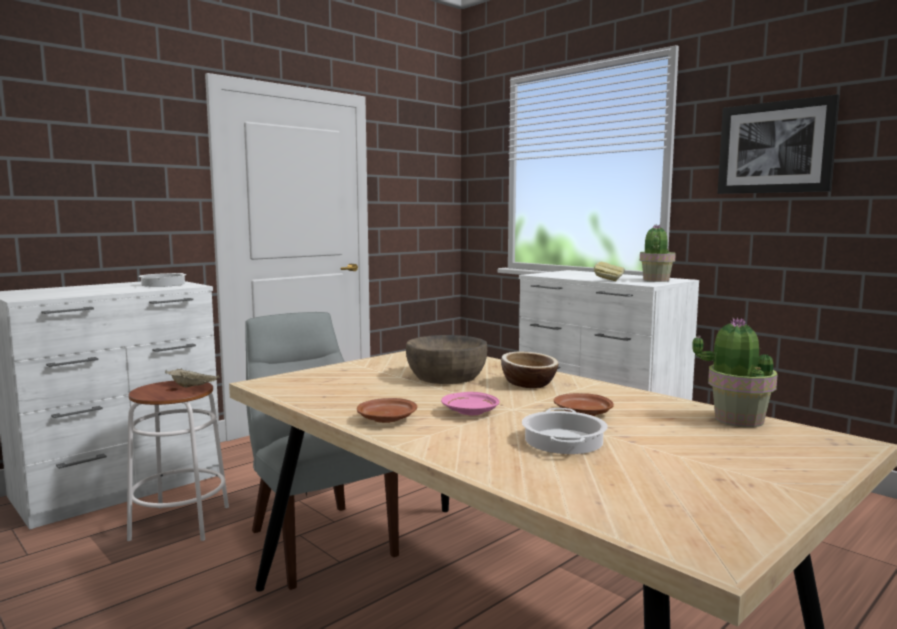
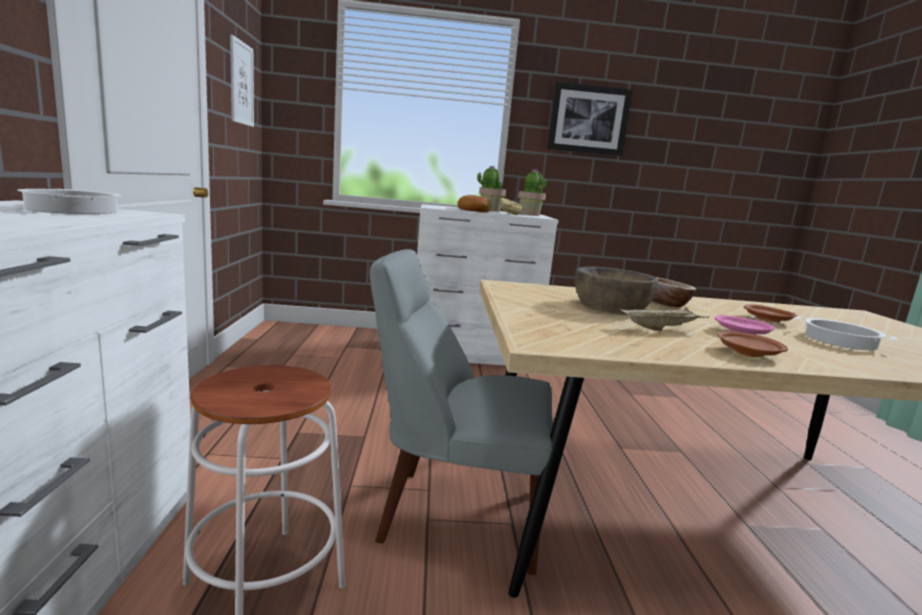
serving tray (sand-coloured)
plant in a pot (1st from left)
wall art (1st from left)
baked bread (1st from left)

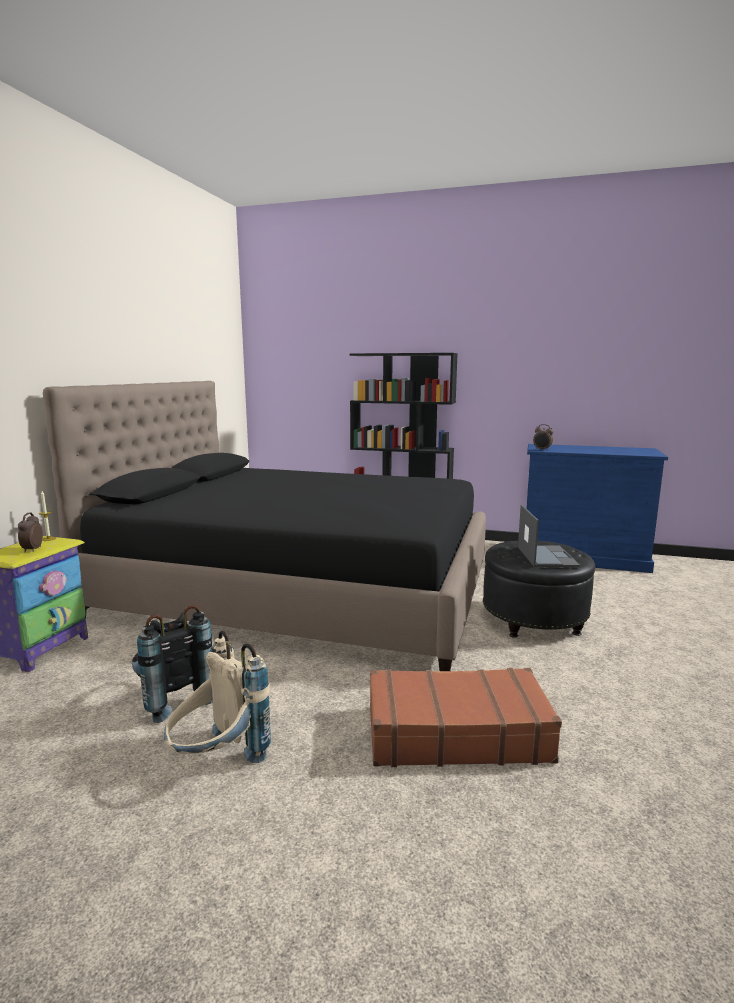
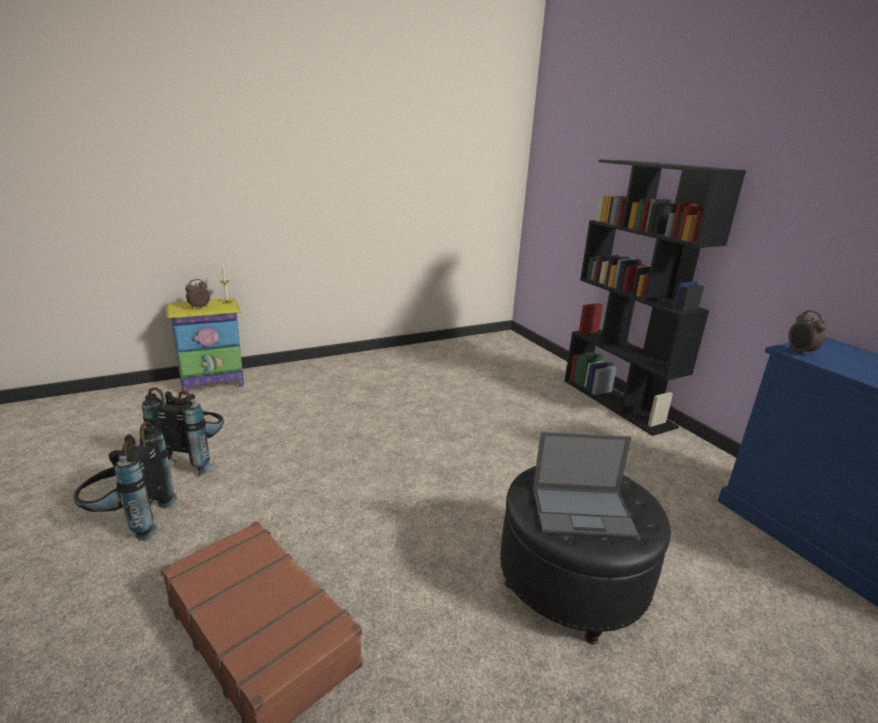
sleeping bed (blackish)
backpack (blackish) (1st from left)
notebook computer

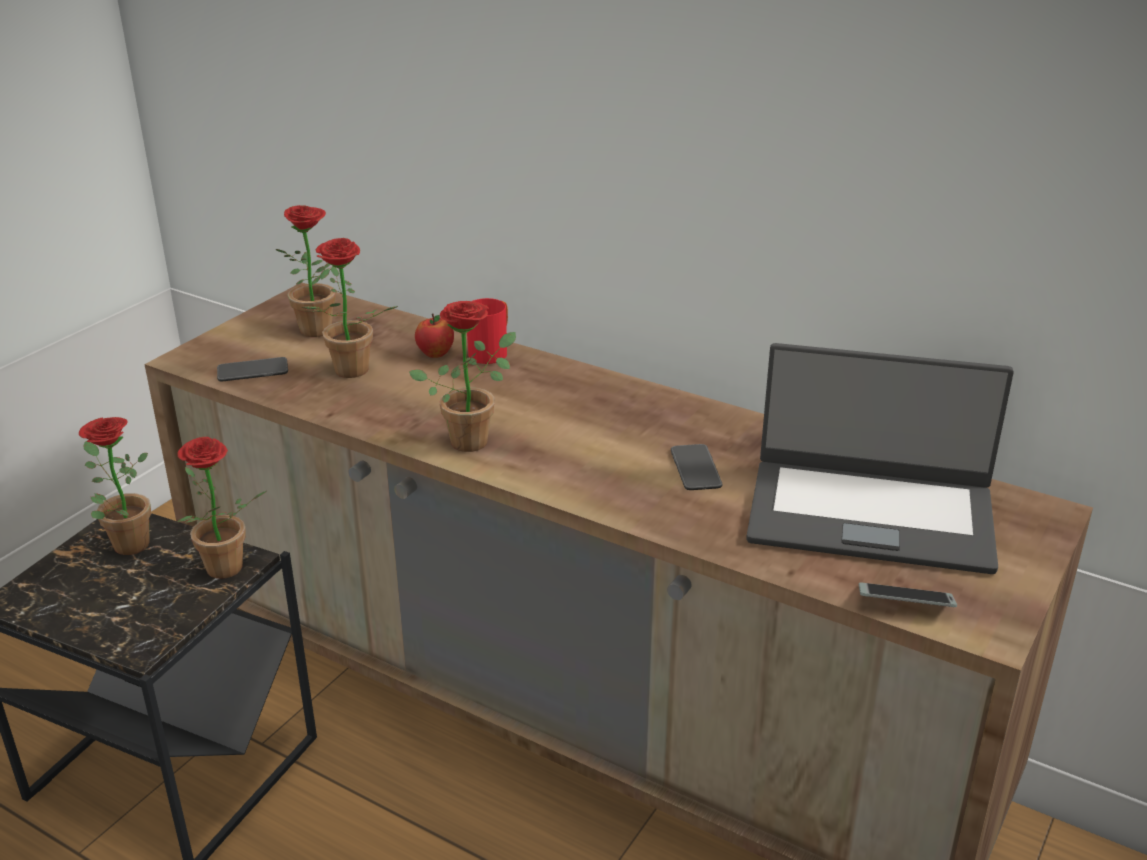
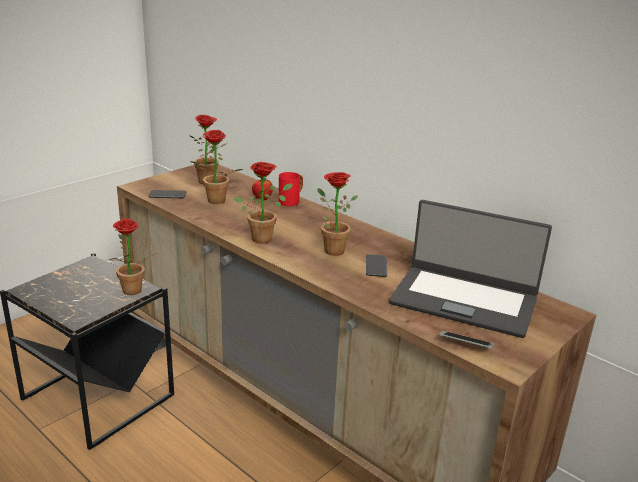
plant in a pot (5th from left)

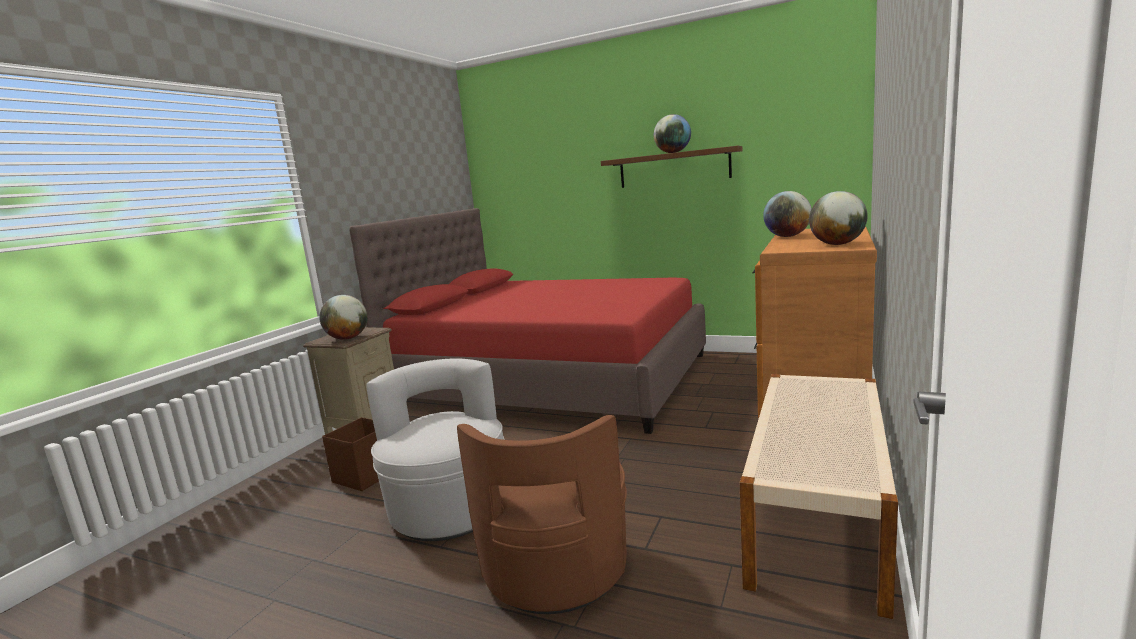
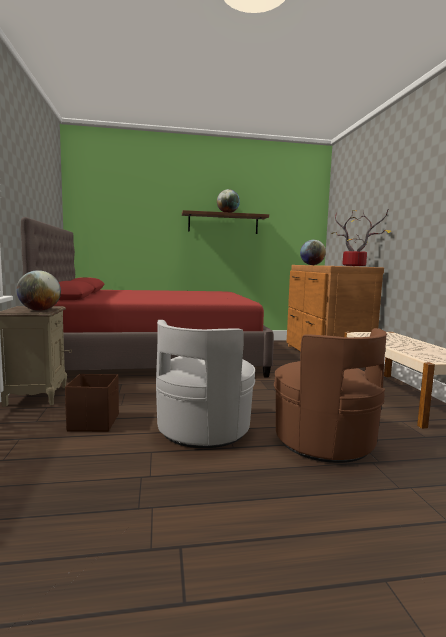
lounge chair (white)
plant in a pot

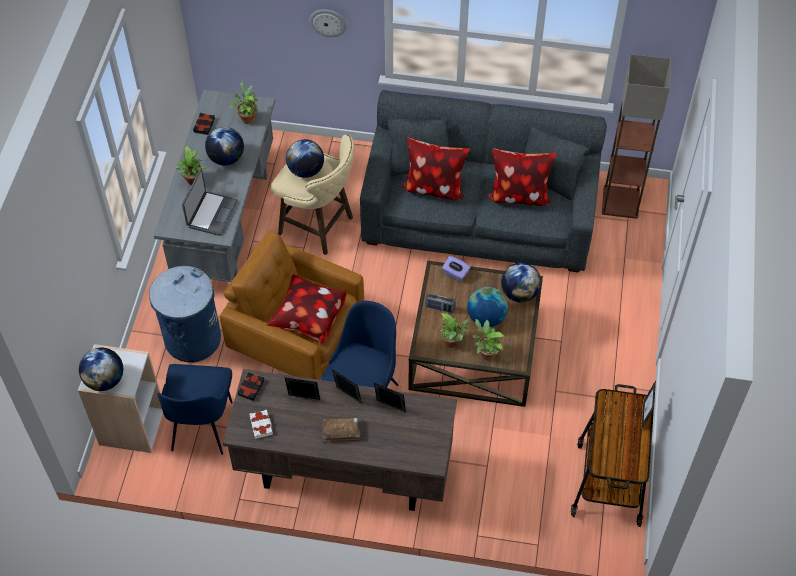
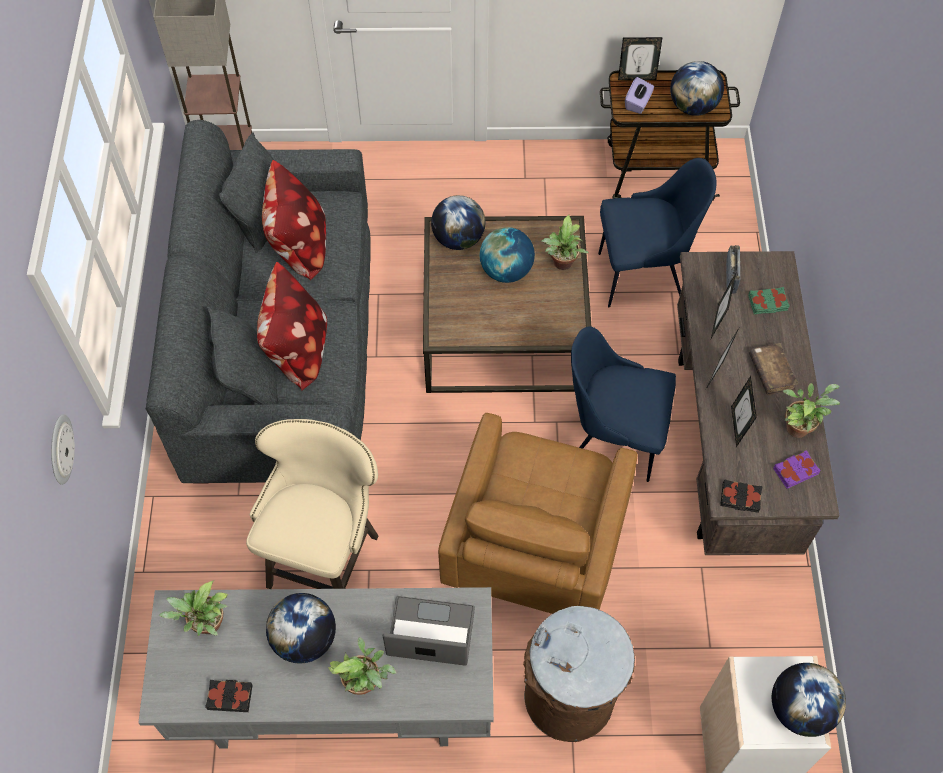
waste bin (brownish)
chair (blue) (2nd from left)
book (purple)
cushion (1st from left in the first image)
globe (4th from left)
radio receiver
plant in a pot (4th from left)
tissue box (purple)
book (green-coloured)

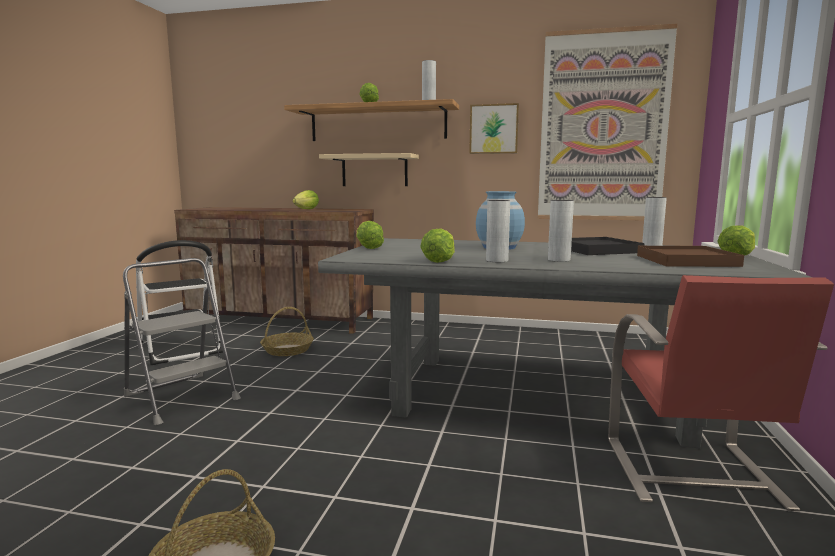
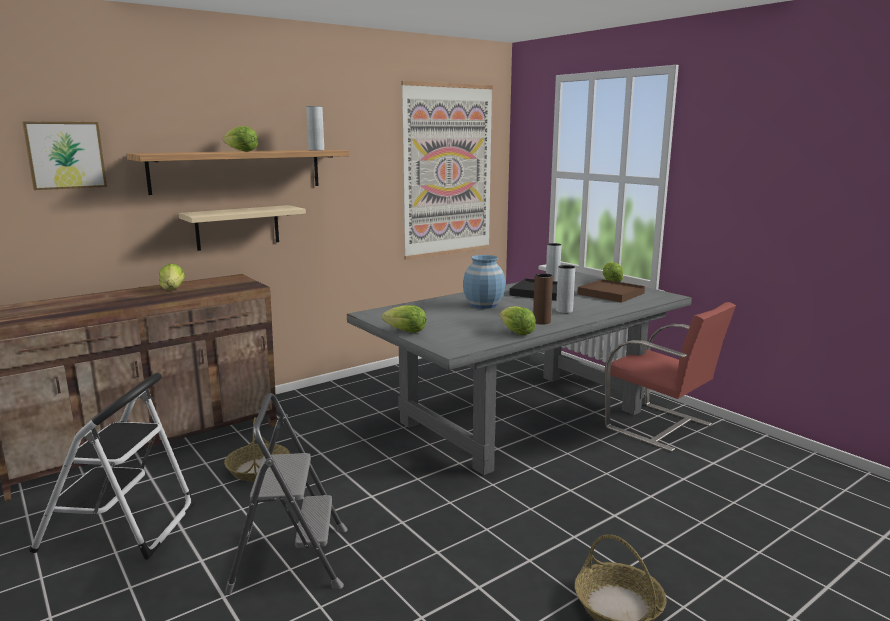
wall art (1st from left)
flower vase (brownish)

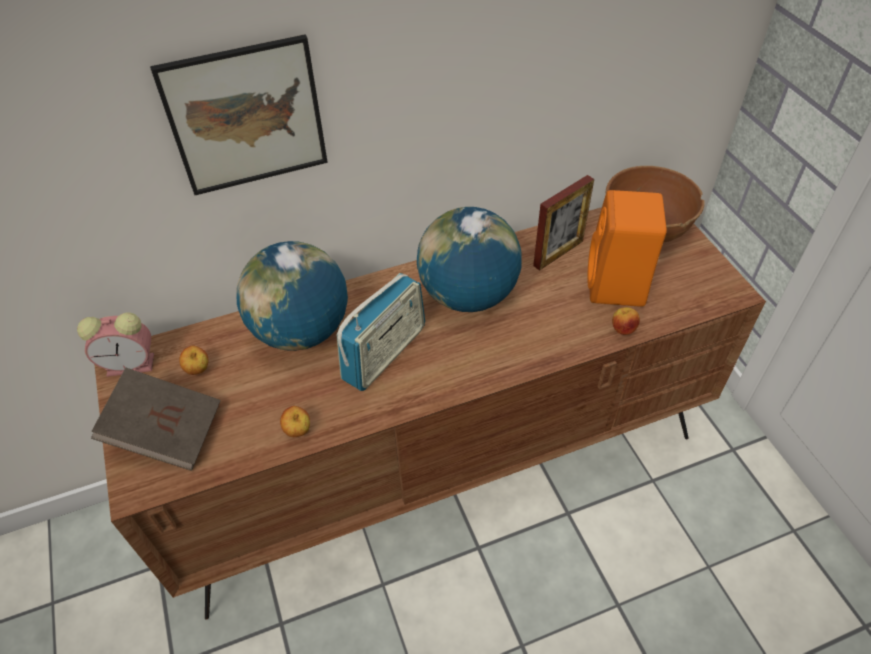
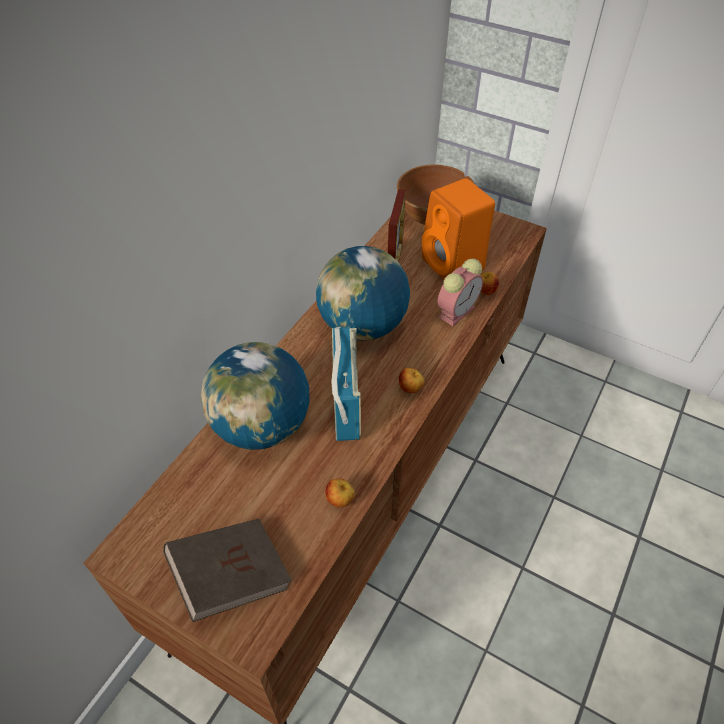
bedside clock
wall art
apple (2nd from left)

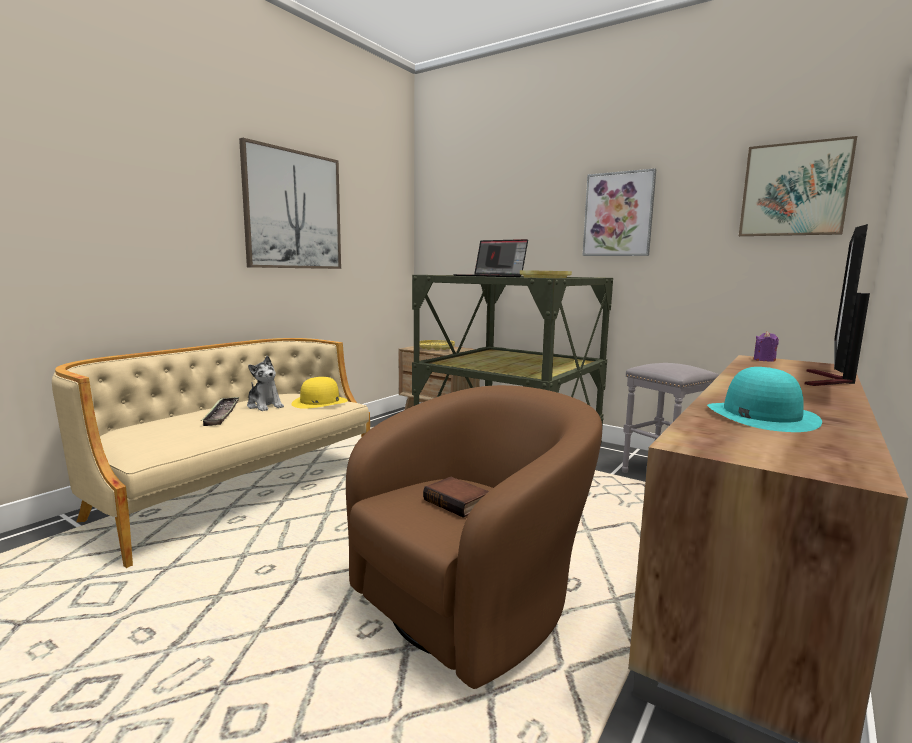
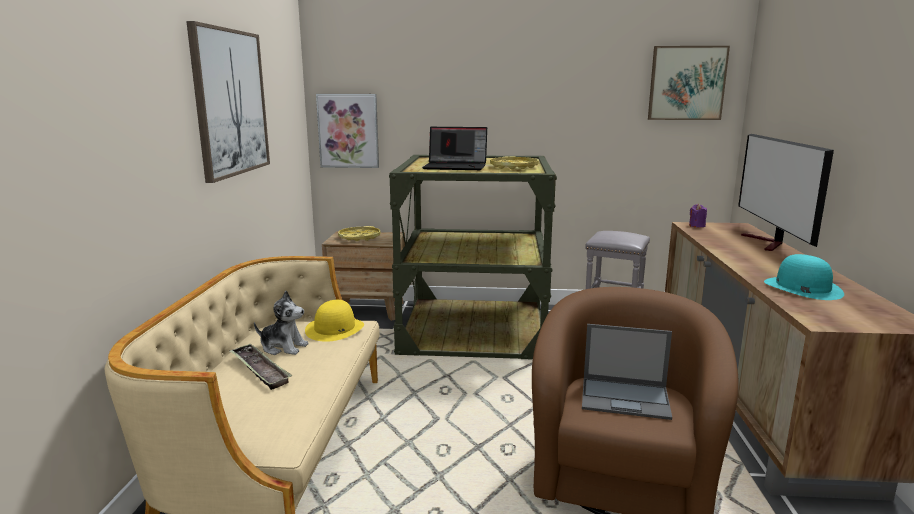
notebook computer (2nd from left)
wall art (2nd from left)

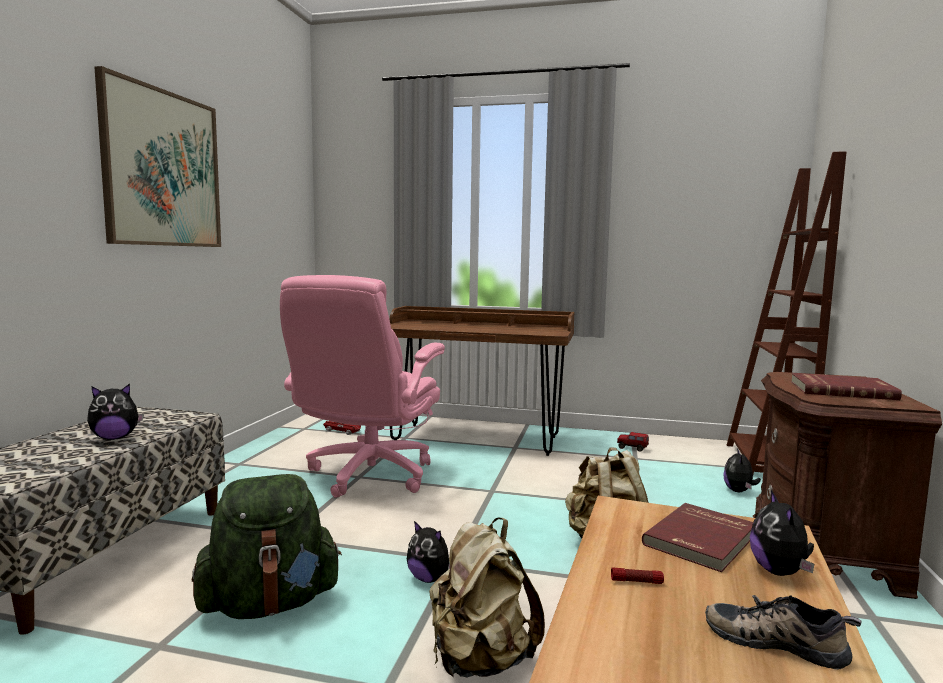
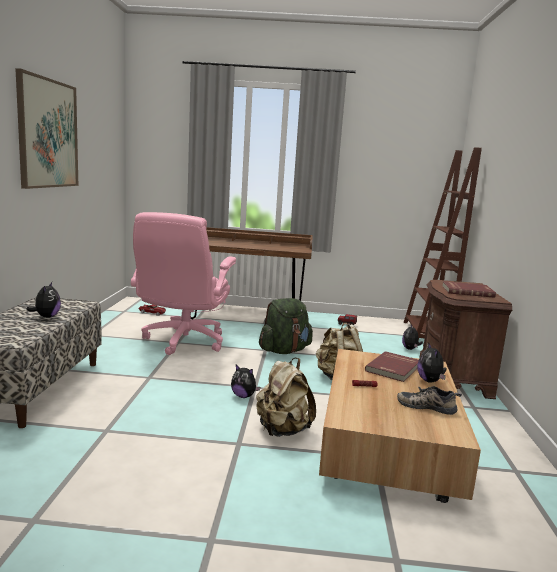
plush toy (1st from left)
backpack (green-coloured)

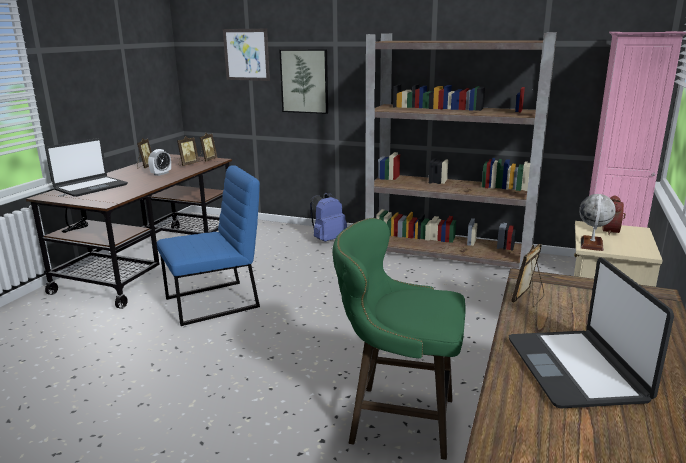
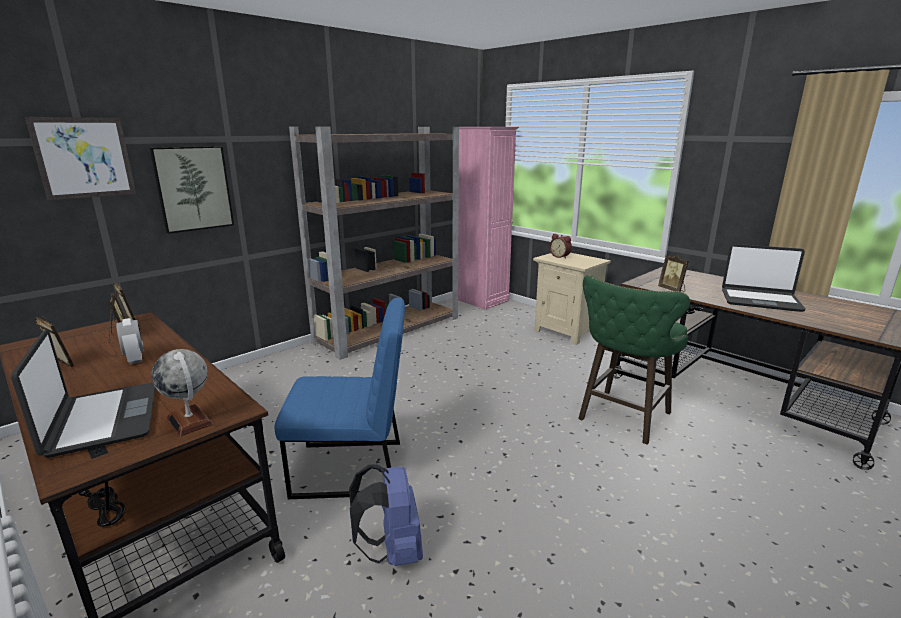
chair (blue)
backpack (blue)
globe

